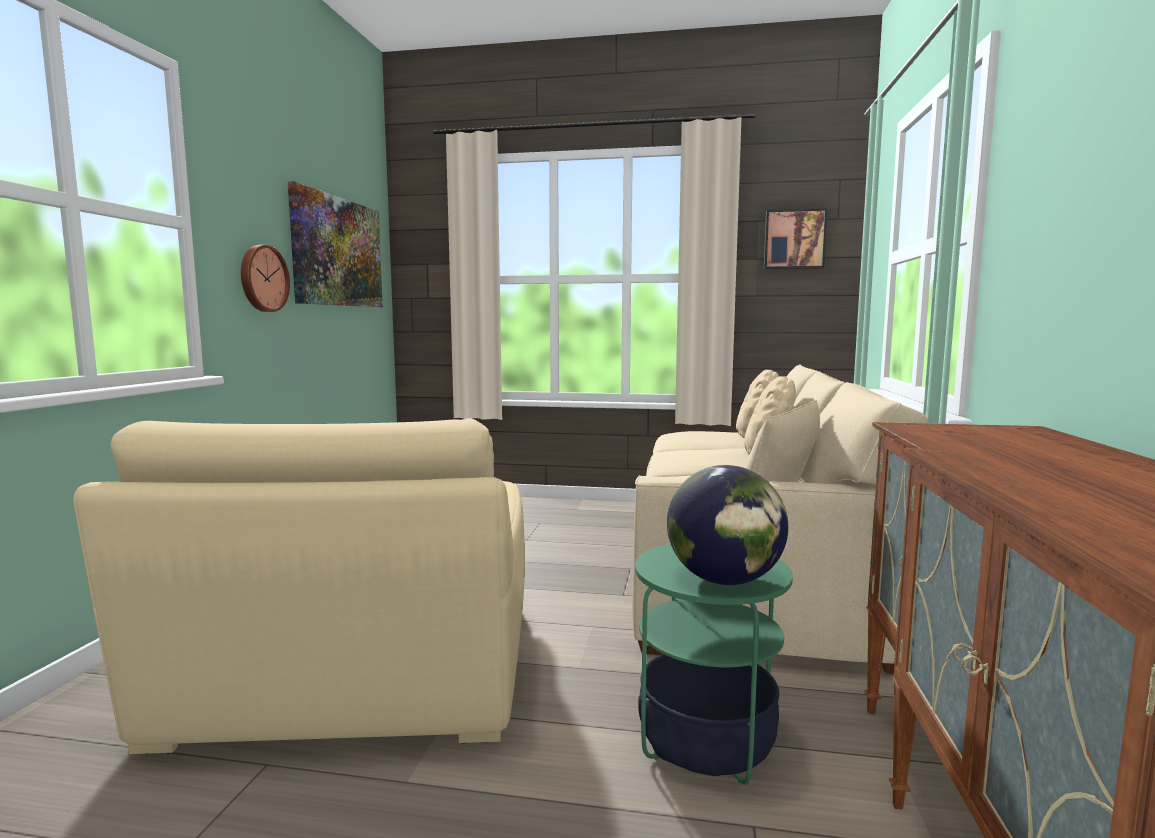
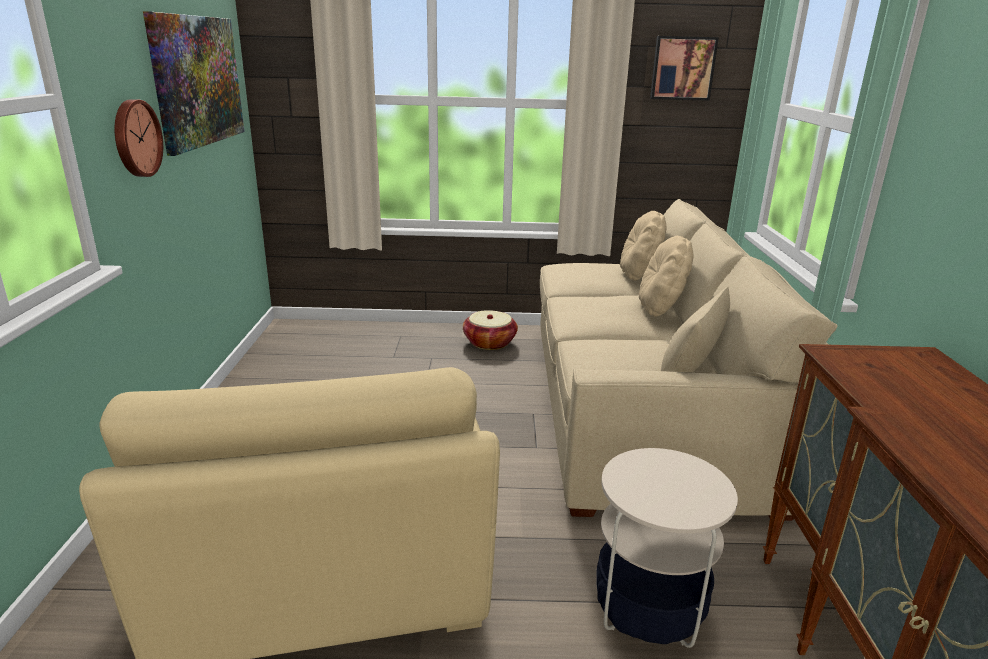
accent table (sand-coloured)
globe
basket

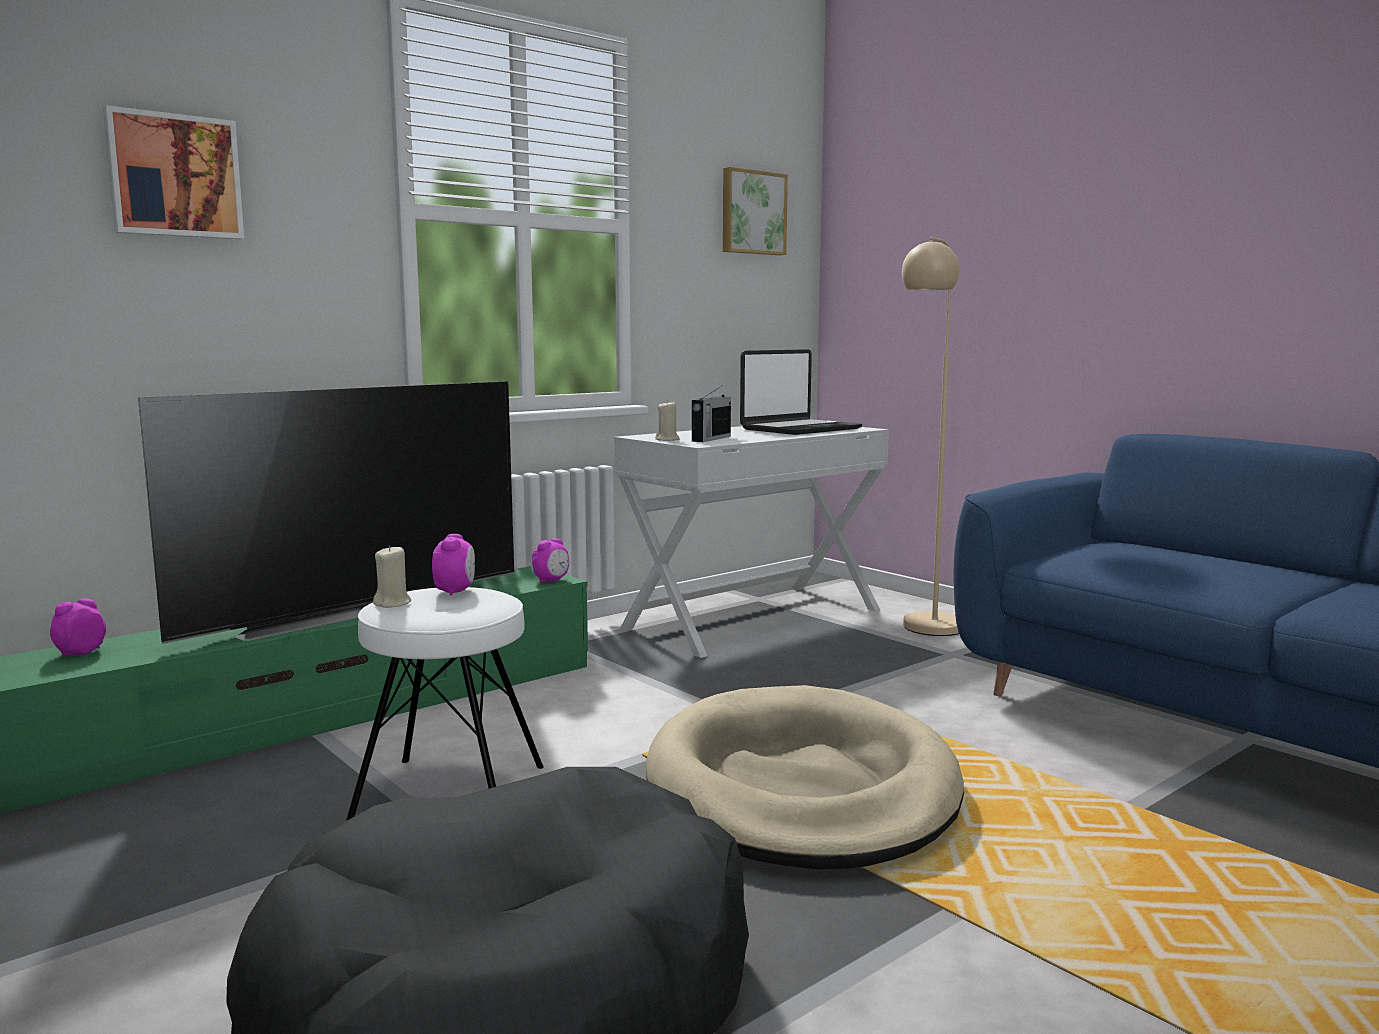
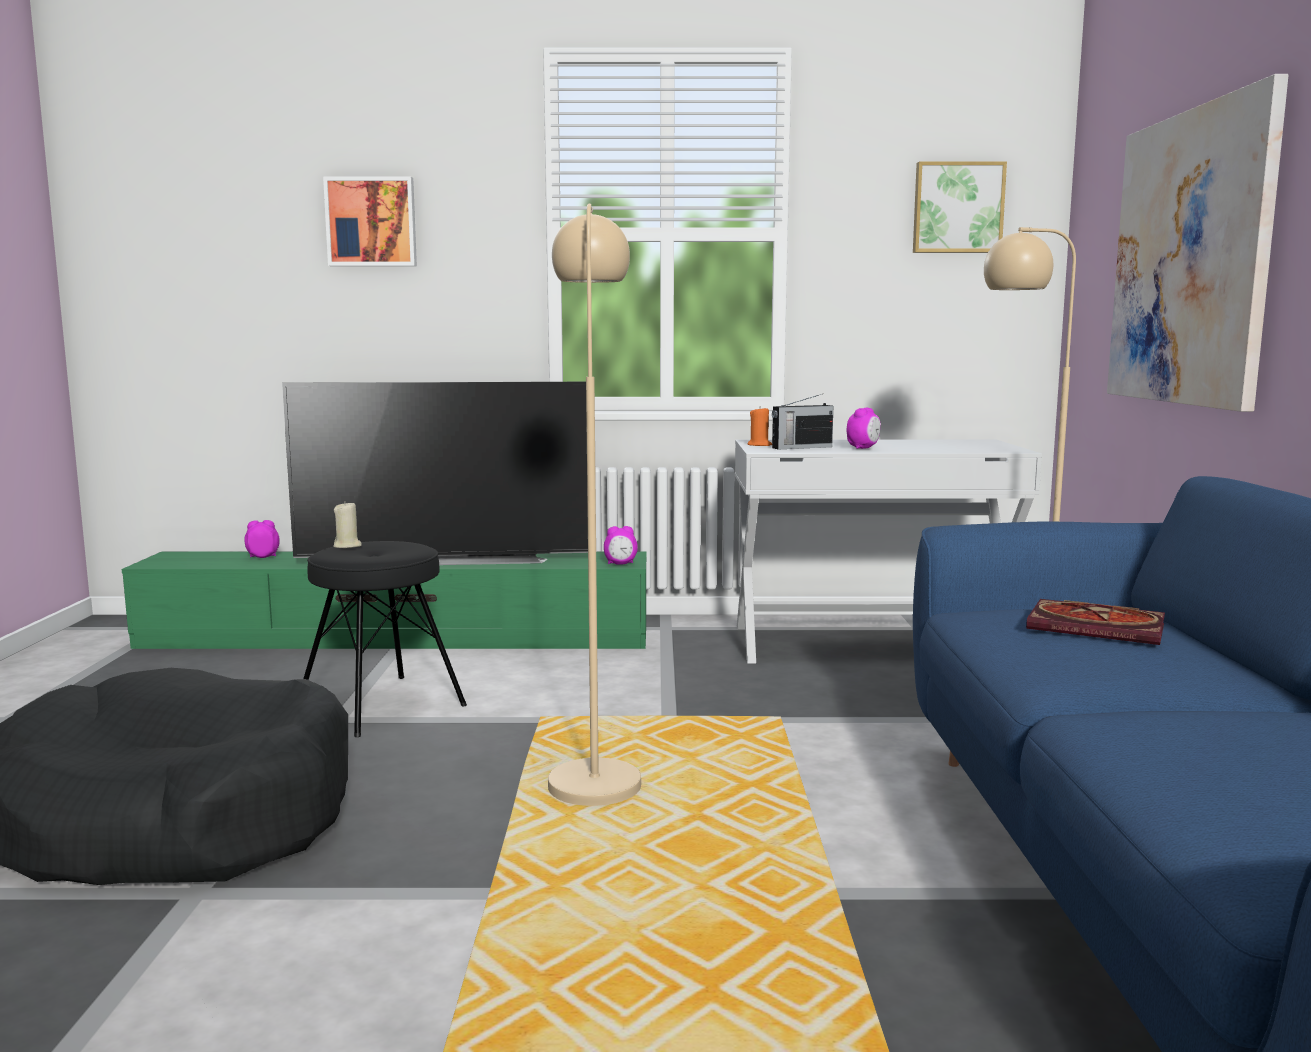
stool (blackish)
bedside clock (3rd from left)
floor lamp (sand-coloured) (1st from left)
wax light (orangey)
notebook computer
book
wall art (3rd from left)

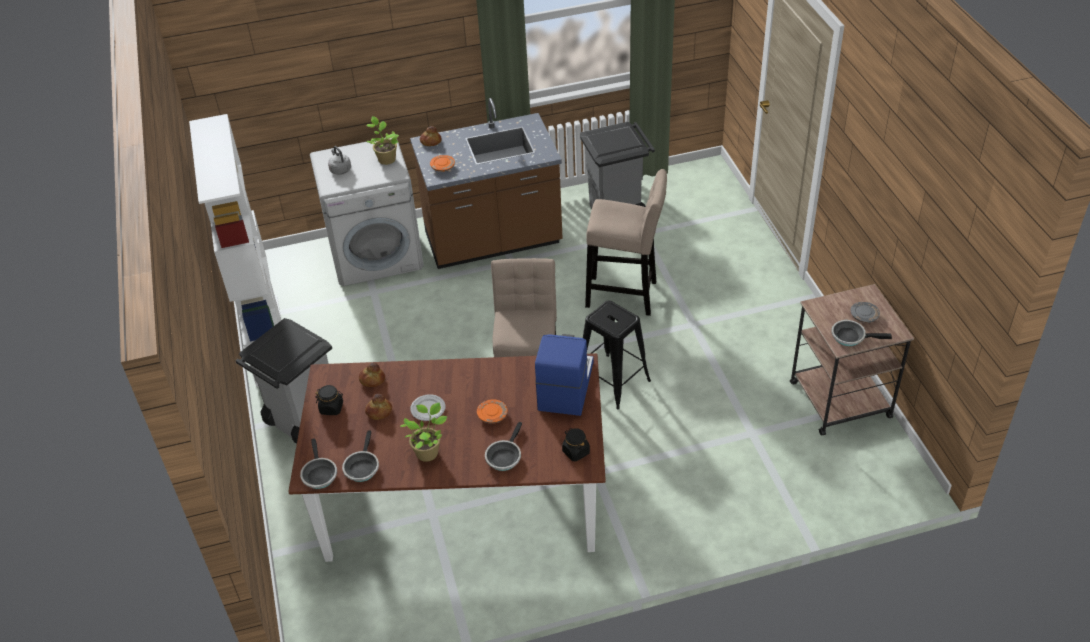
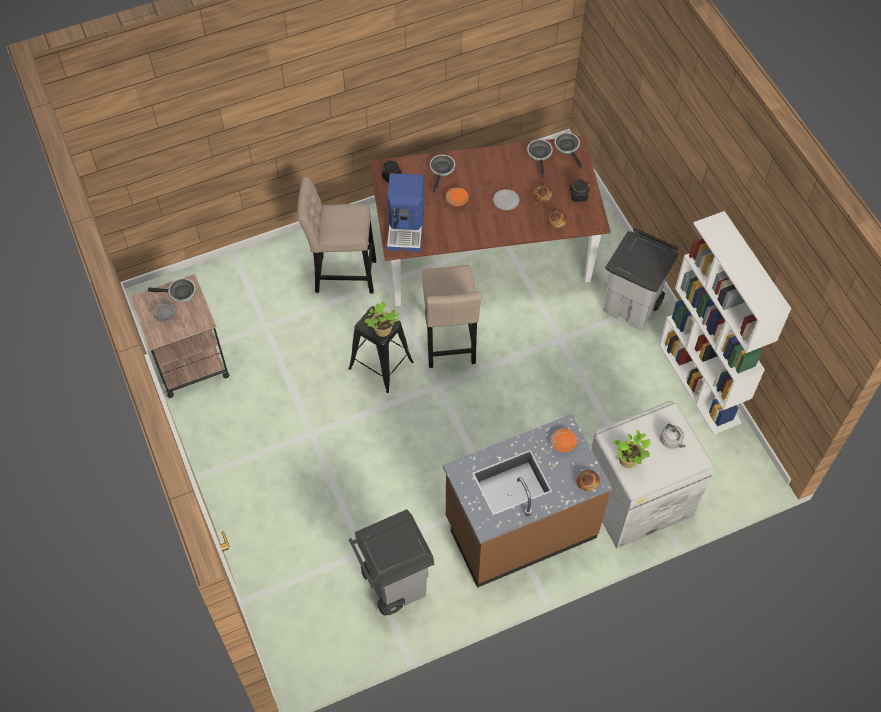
plant in a pot (1st from left)
stool (sand-coloured) (1st from left)

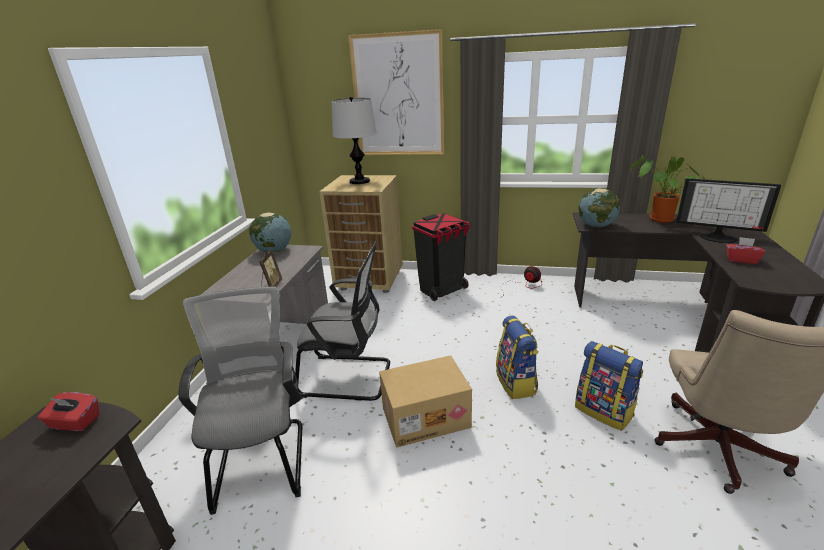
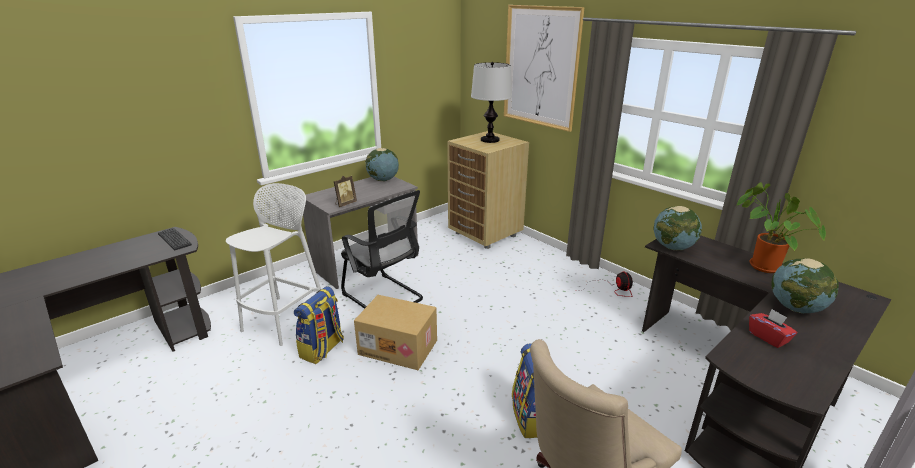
PC keyboard
stool (white)
waste bin (blackish)
backpack (1st from left)
globe (3rd from left)

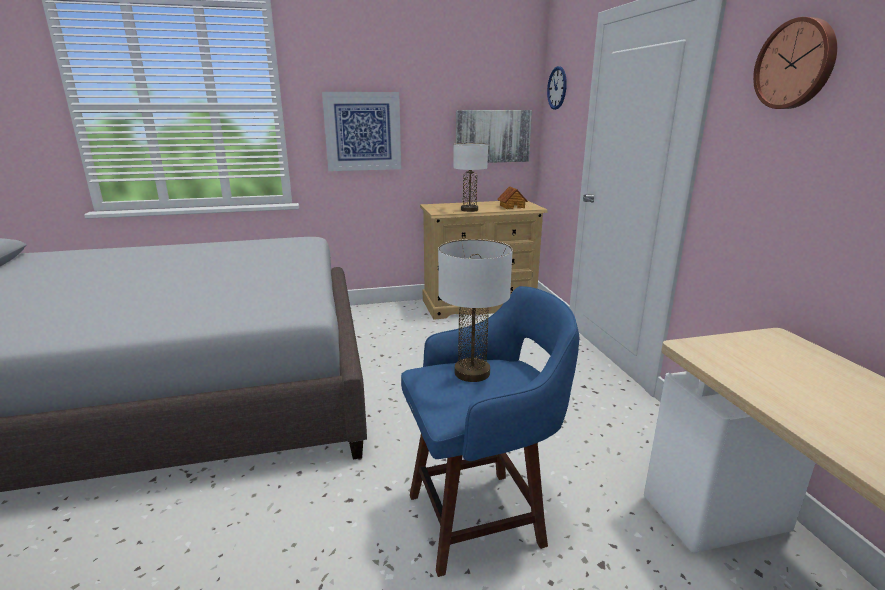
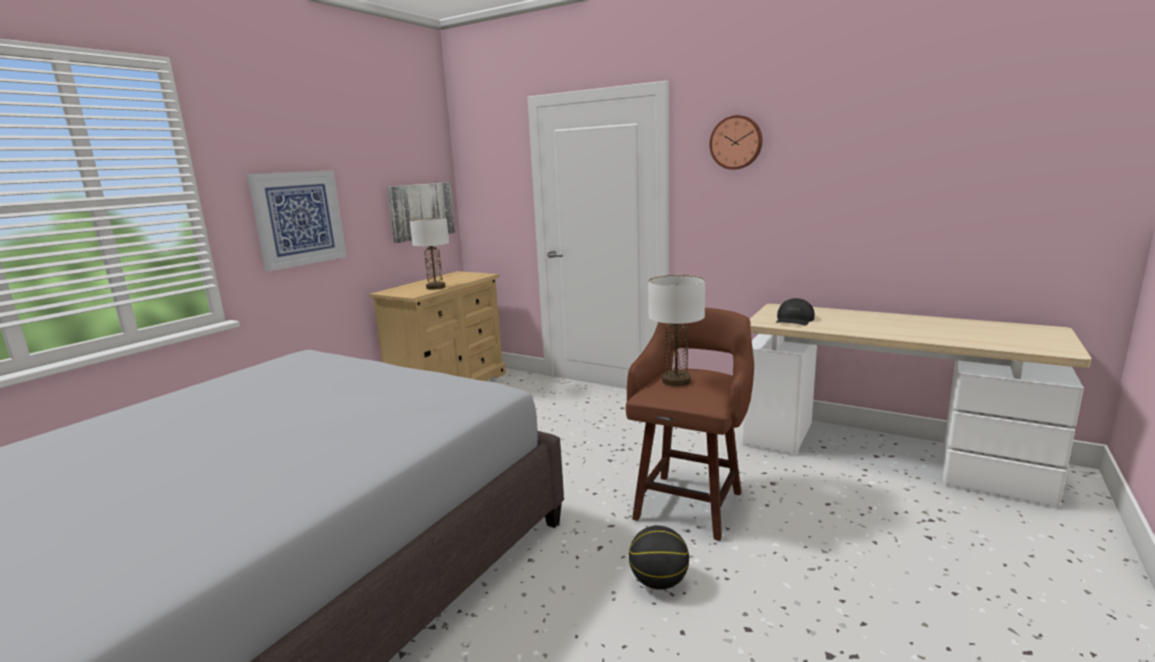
stool (brownish)
miniature house
hanging clock (1st from left in the first image)
ball for basketball
cap (blackish)

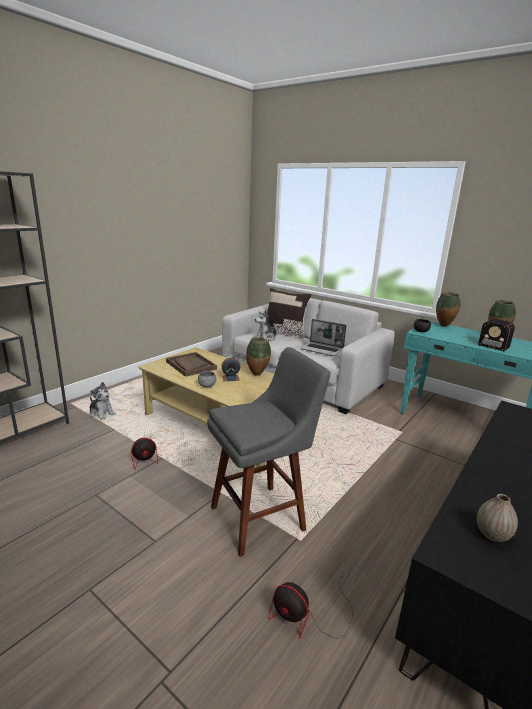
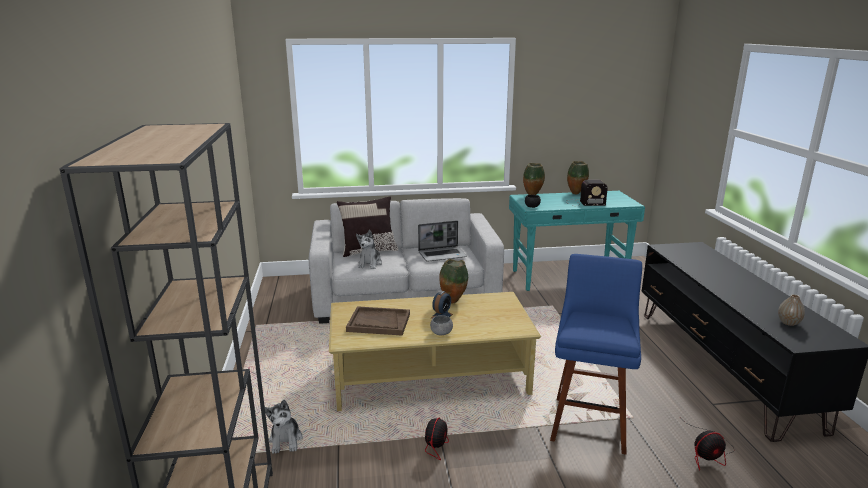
plush toy (1st from left)
stool (blue)

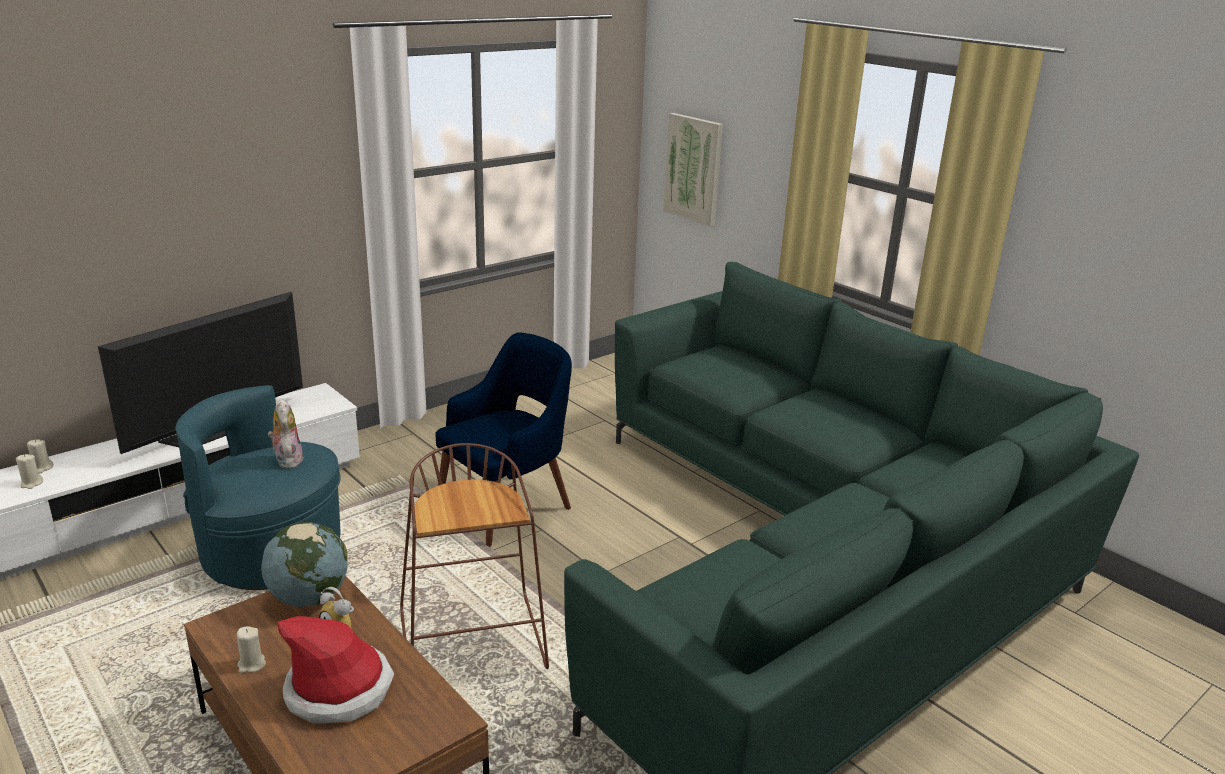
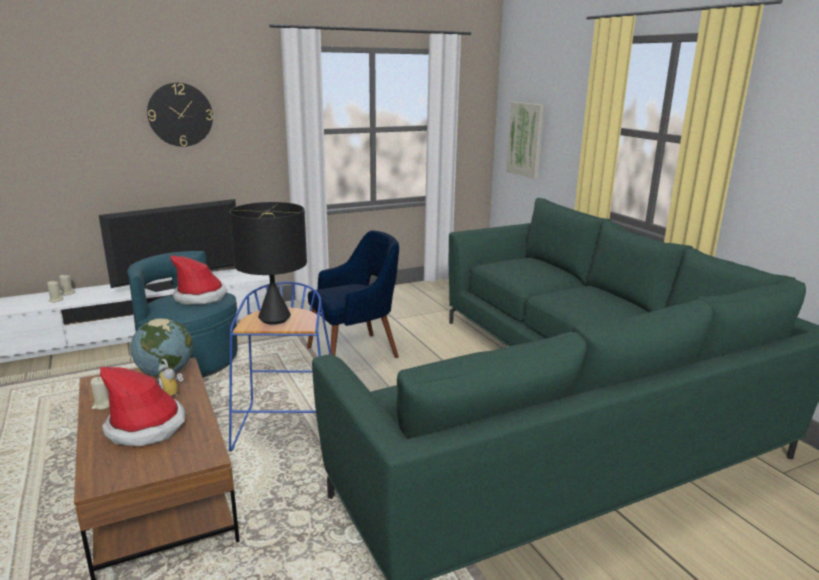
wearable hat (2nd from left)
stool (blue)
hanging clock
tabletop lamp (blackish)

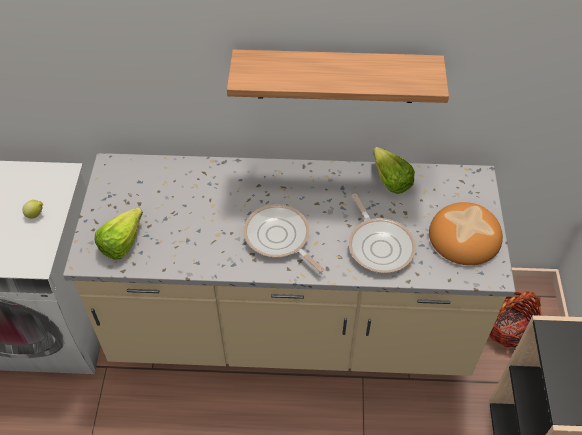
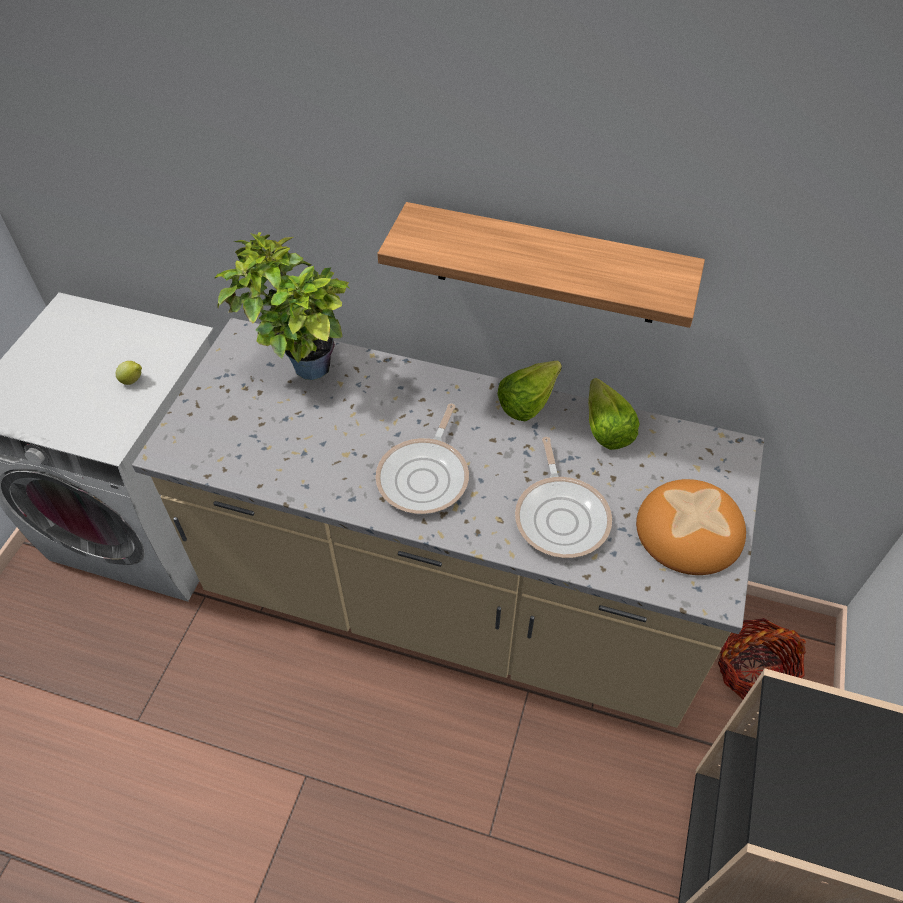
lettuce (1st from left)
pan (1st from left)
plant in a pot

